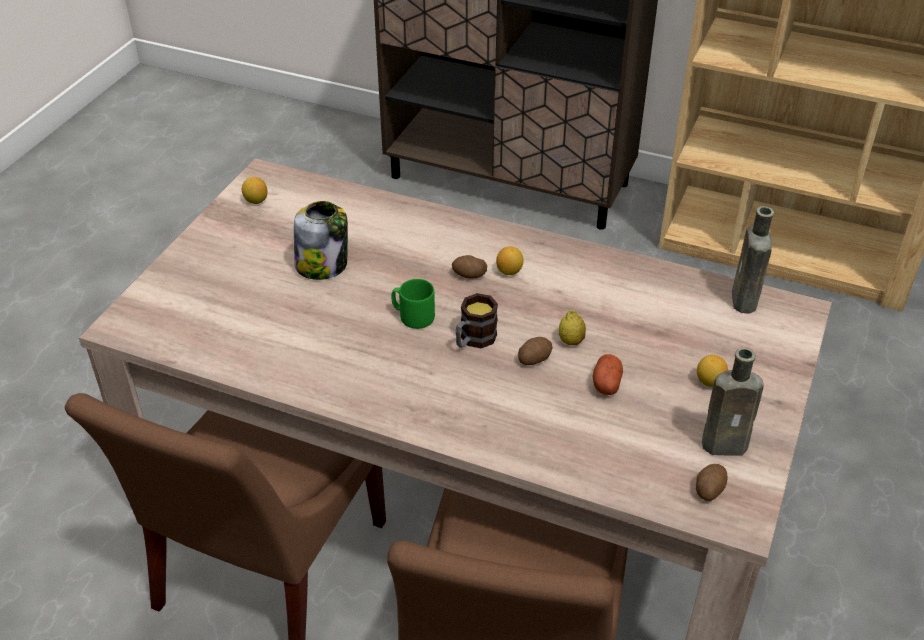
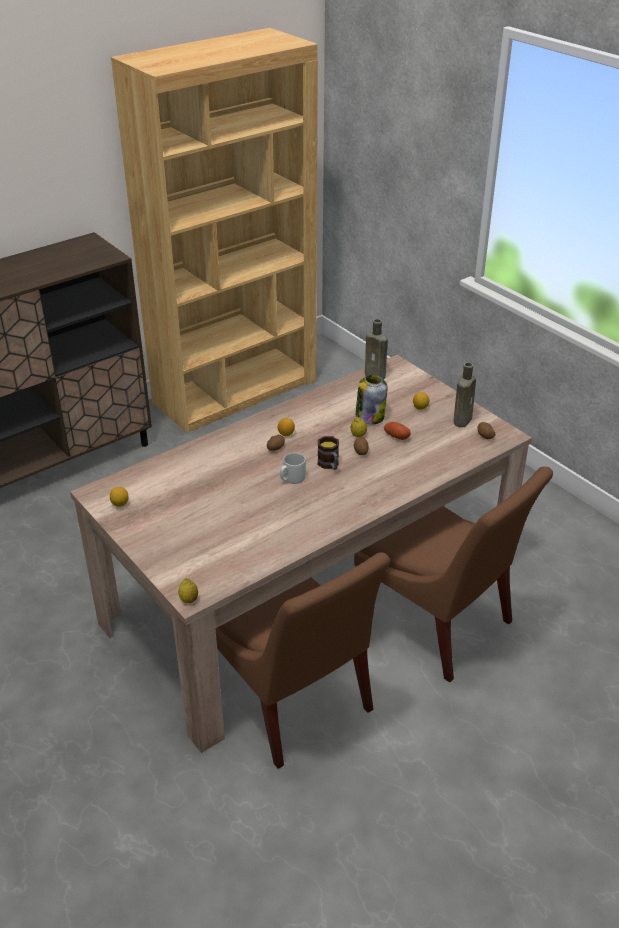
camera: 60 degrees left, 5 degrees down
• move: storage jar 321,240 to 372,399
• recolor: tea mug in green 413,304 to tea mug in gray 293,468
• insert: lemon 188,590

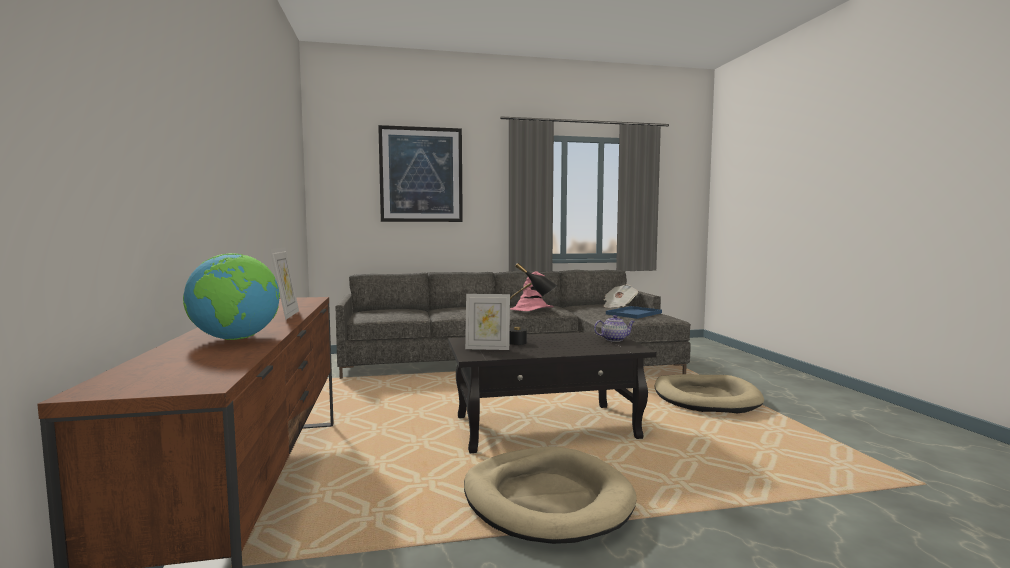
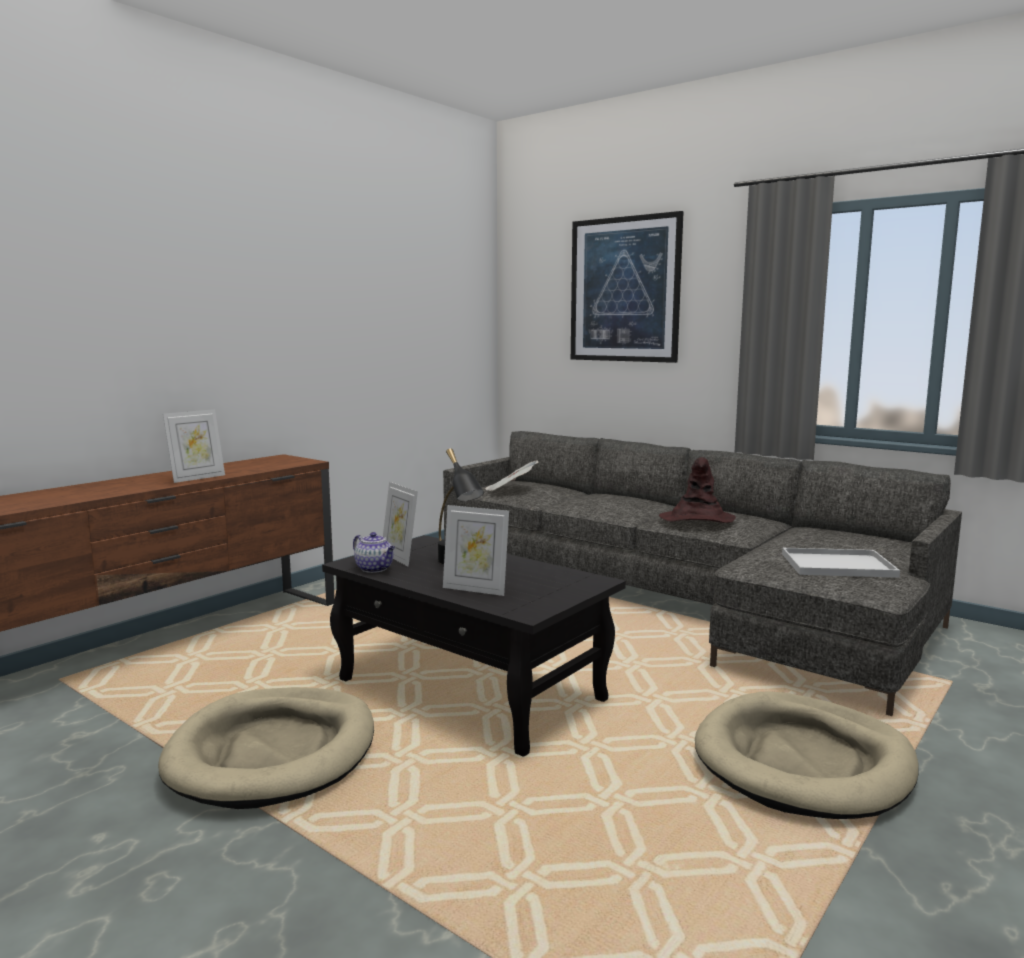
camera: 50 degrees right, 5 degrees up
• delete: globe 231,296
• recolor: hat in pink-coloured 532,291 to hat in brownish 697,490
• move: newspaper 621,296 to 512,475
• recolor: carrying tray in blue-coloured 634,312 to carrying tray in whitish 841,563
• move: pot for tea 614,328 to 374,552
• insert: standing frame 476,550

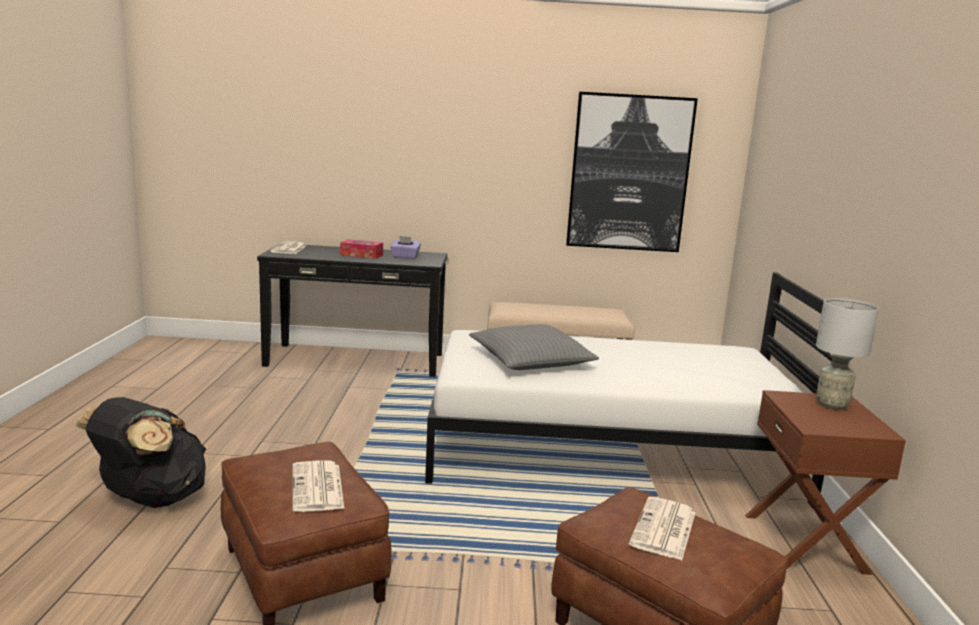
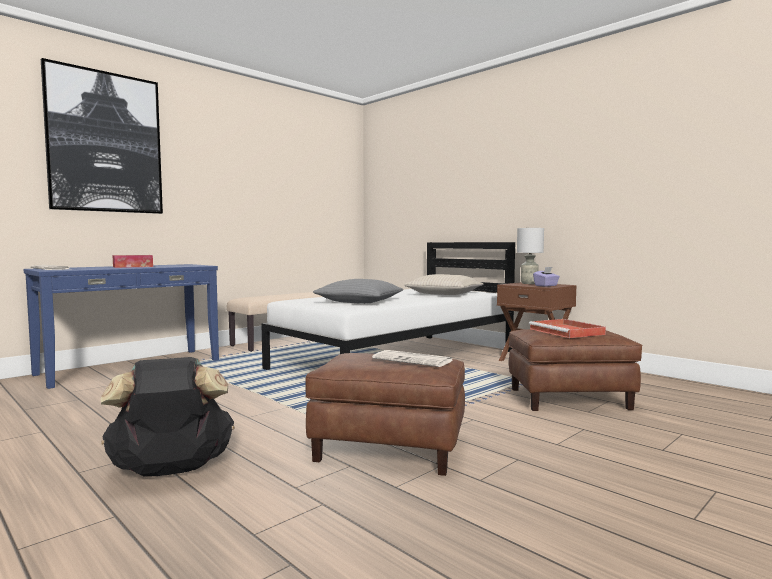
camera: 45 degrees left, 10 degrees down
• move: wall art 632,172 to 102,136
• move: tissue box in purple 405,247 to 546,277
• recolor: console table in black-coloured 352,310 to console table in blue-coloured 121,326
• replace: newspaper 662,528 to carrying tray in reddish 567,328
• insert: cushion in beige-coloured 443,284

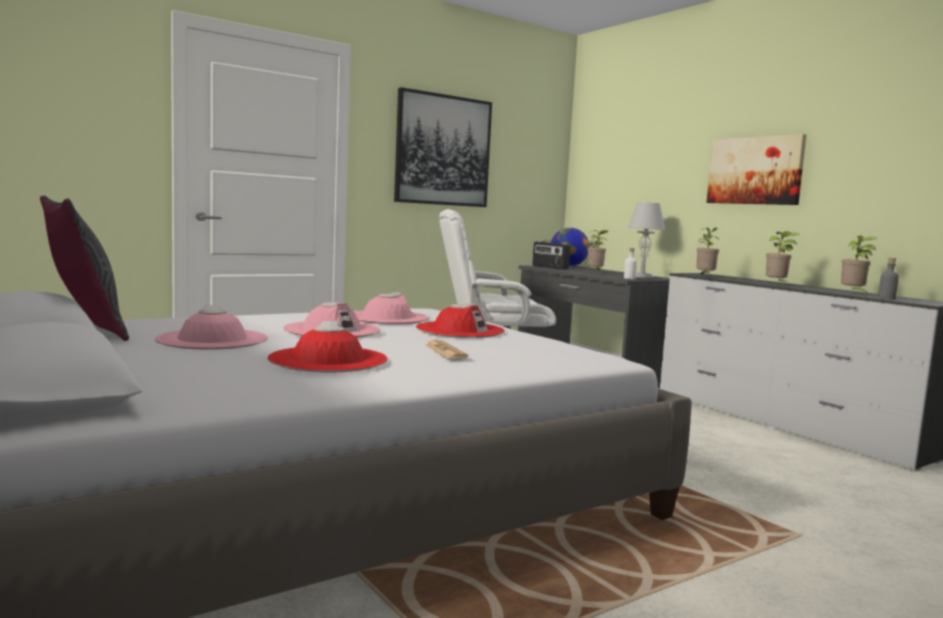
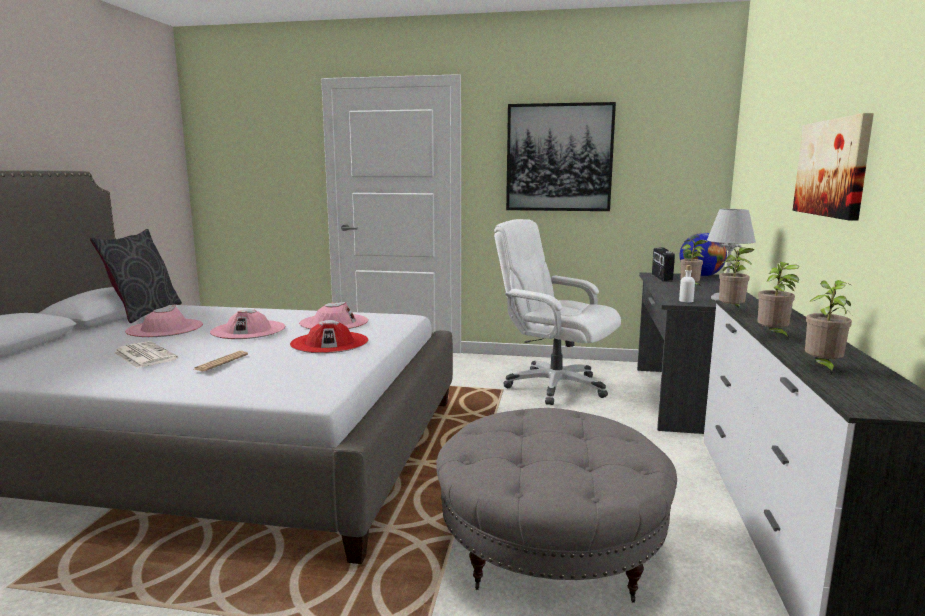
camera: 45 degrees right, 5 degrees up
• delete: drink bottle in gray 888,279
• replace: hat in reddish 328,346 to newspaper 145,354
• insert: ottoman in gray 556,505

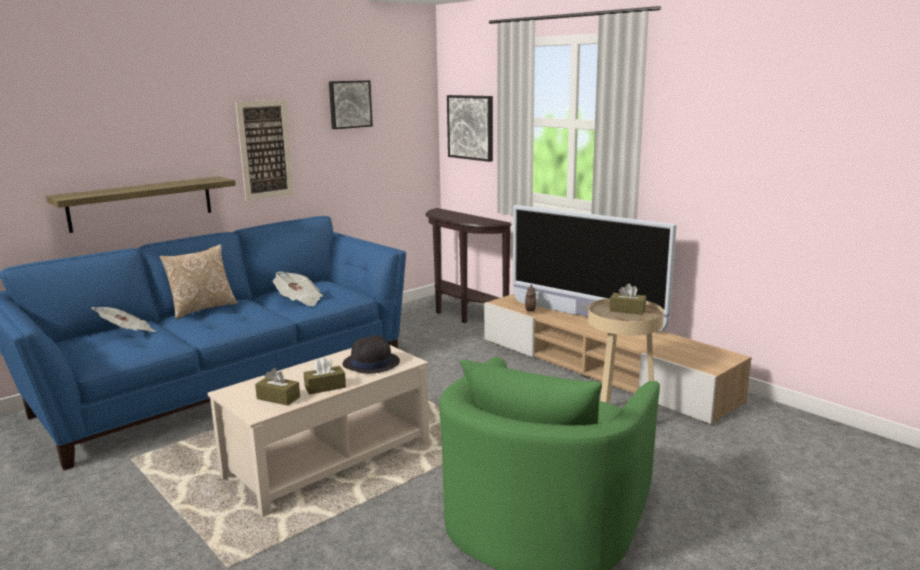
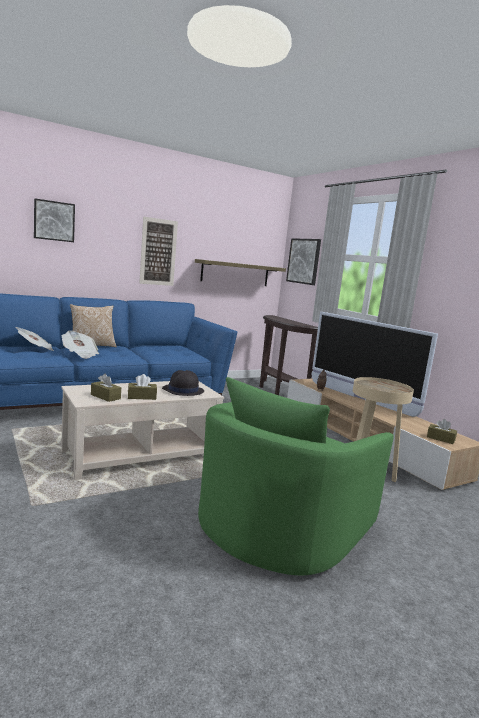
camera: 10 degrees right, 5 degrees down
• move: wall art 351,104 to 54,220
• move: shelf 141,204 to 240,272
• move: newspaper 298,289 to 80,345
• move: tissue box in brownish 628,299 to 442,431

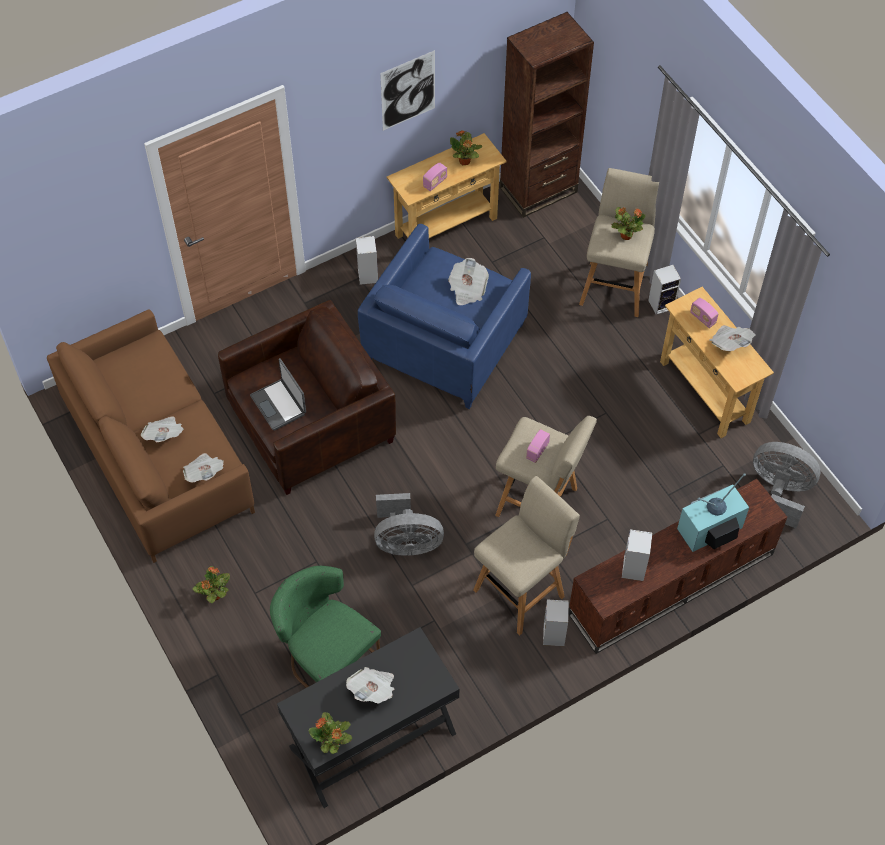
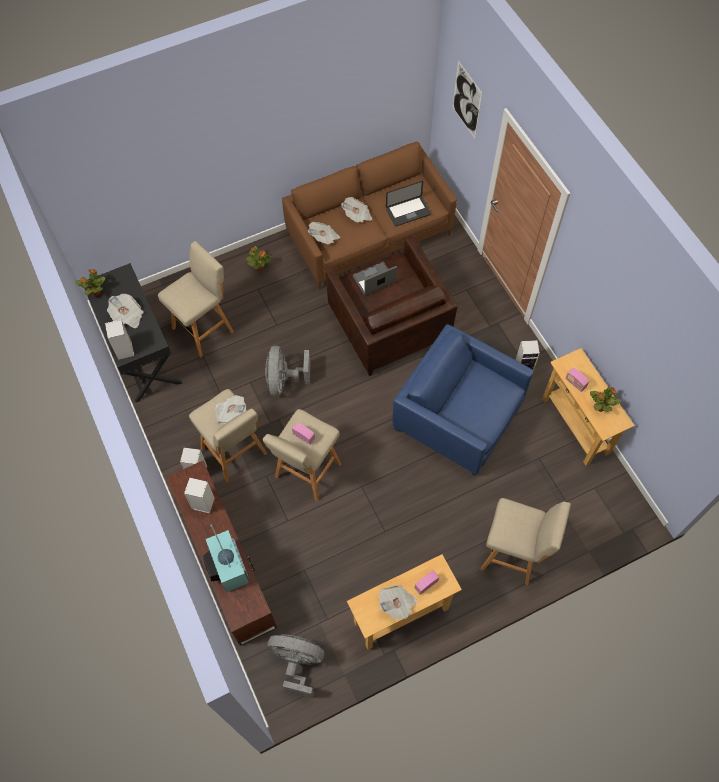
camera: 95 degrees right, 5 degrees up
• delete: shelving unit in brownish 547,115
• move: wall art 407,90 to 467,99
• delete: plant in a pot 628,223
• move: newspaper 468,281 to 230,409
• move: speaker 664,290 to 119,339
• rotate: electric fan in gray 786,485 = 296,666 105 degrees counterclockwise
• replace: plain chair in green 325,627 to stool in beige-coloured 196,299
• insert: portable computer 408,203

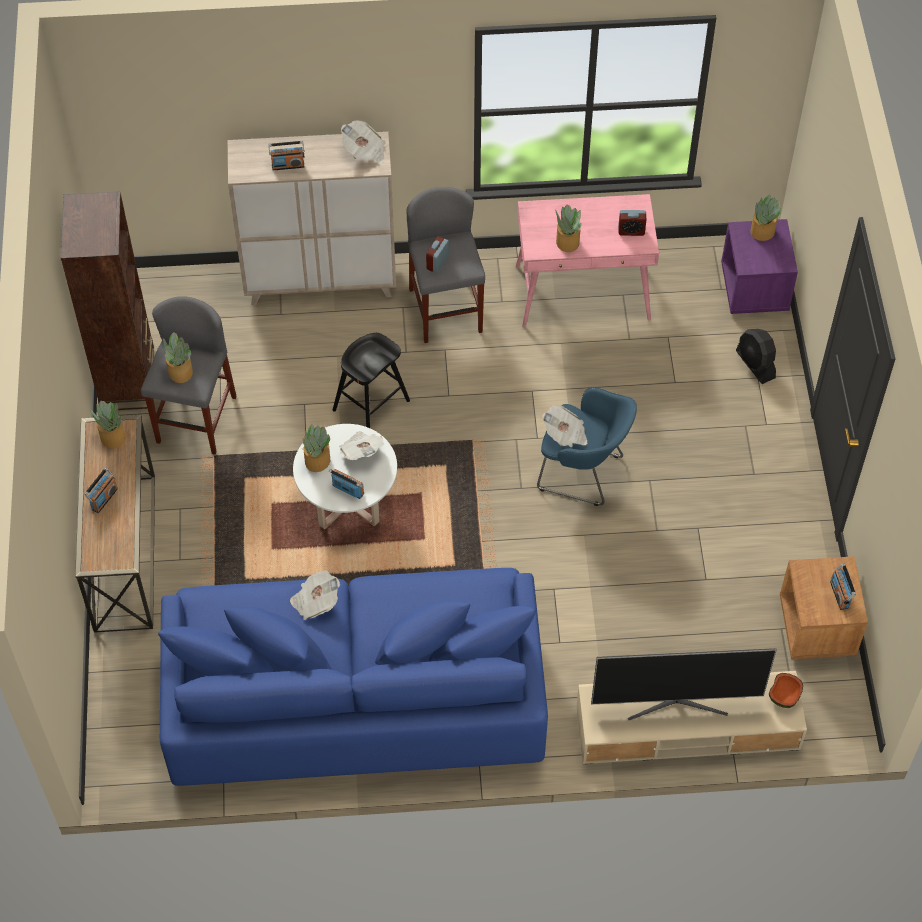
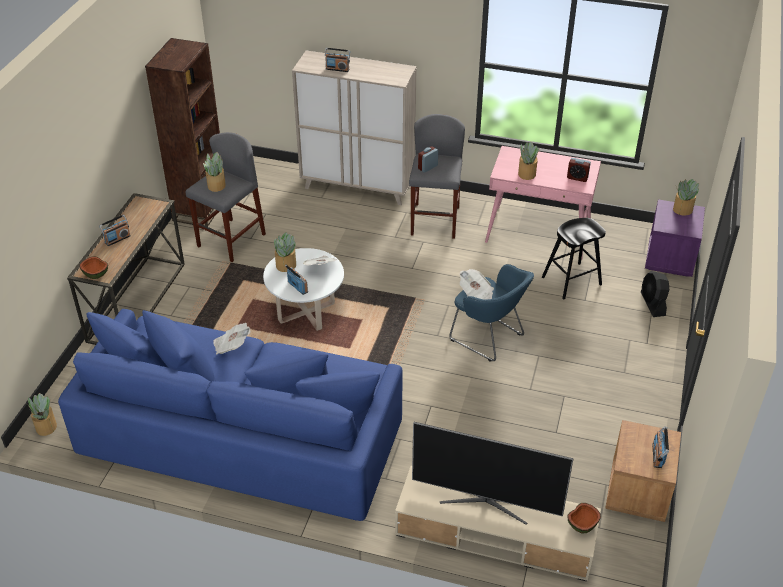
camera: 20 degrees right, 15 degrees down
• delete: newspaper 363,142
• move: stool in black-coloured 371,380 to 574,258
• move: plant in a pot 108,424 to 42,414
• insert: bowl 93,267

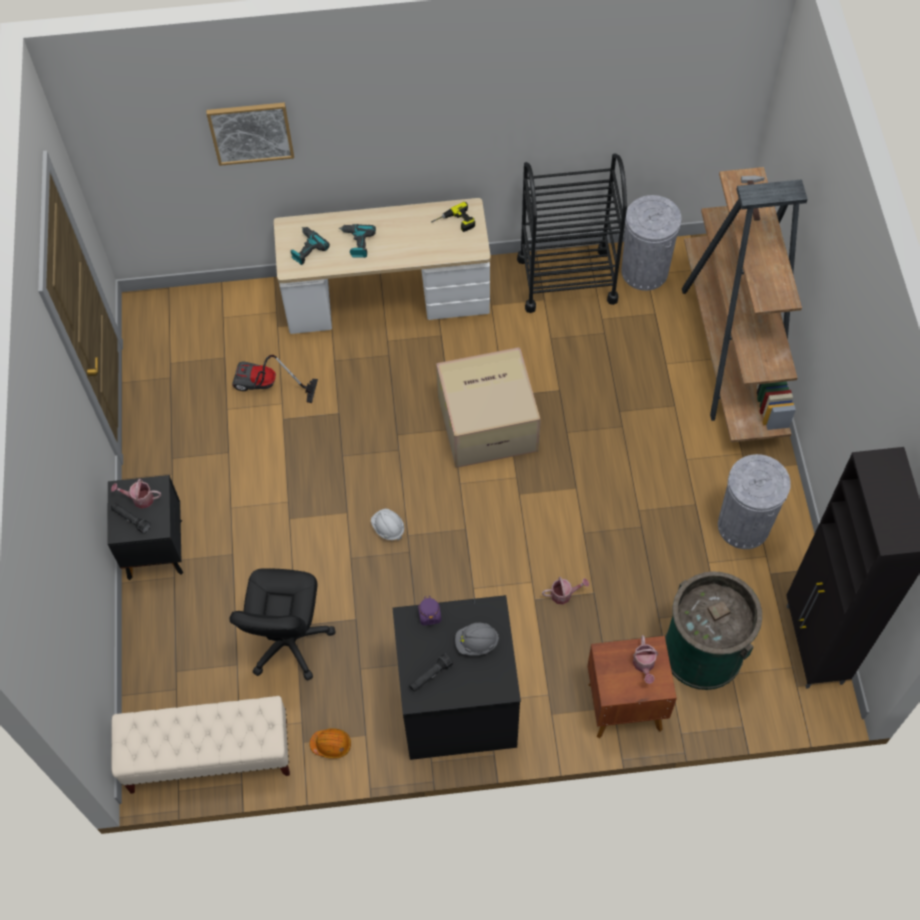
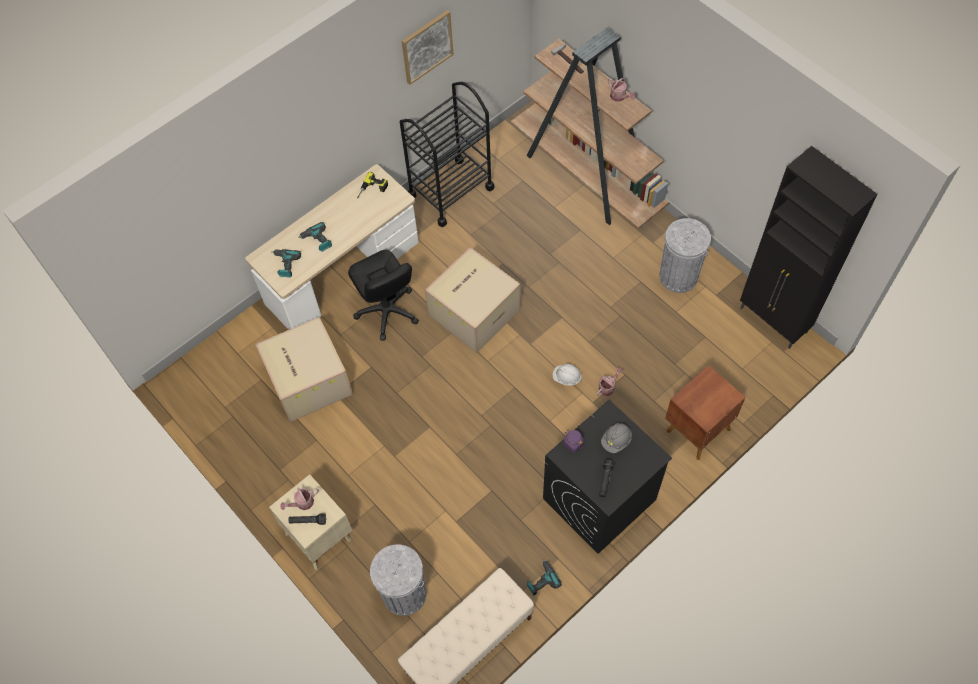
camera: 35 degrees left, 0 degrees up
• move: wall art 250,134 to 427,47
• move: waste bin in gray 651,243 to 398,580
• replace: vacuum cleaner 275,379 to cardboard box 304,369
• recolor: nightstand in black-coloured 145,527 to nightstand in beige-coloured 310,522
• move: safety helmet in whitish 387,525 to 567,375
• move: office chair in black-coloured 282,624 to 383,295
• delete: waste bin in green 713,630
• move: sprinkling can 645,659 to 621,90
• replace: safety helmet in orangey 330,743 to power drill 544,577

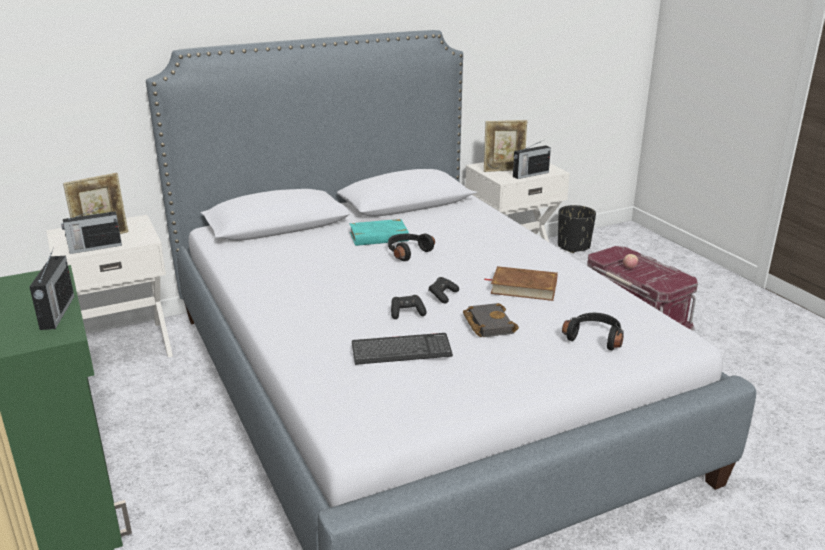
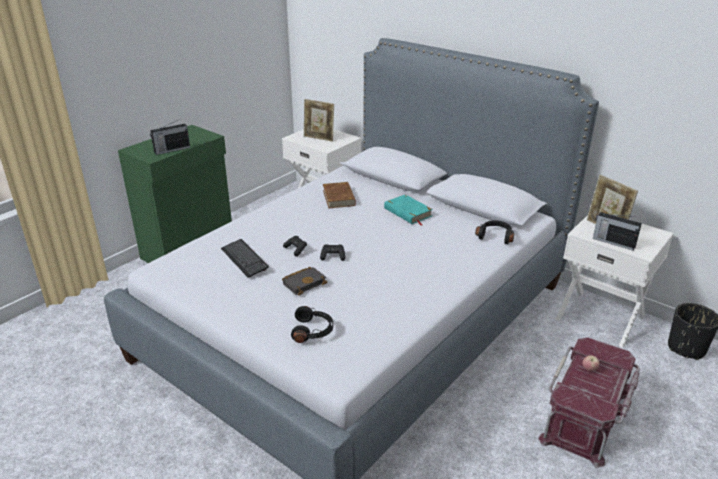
camera: 65 degrees right, 5 degrees up
• delete: radio set 91,229
• move: headset in black-coloured 411,247 to 494,232
• move: bound book in brownish 521,283 to 339,195

